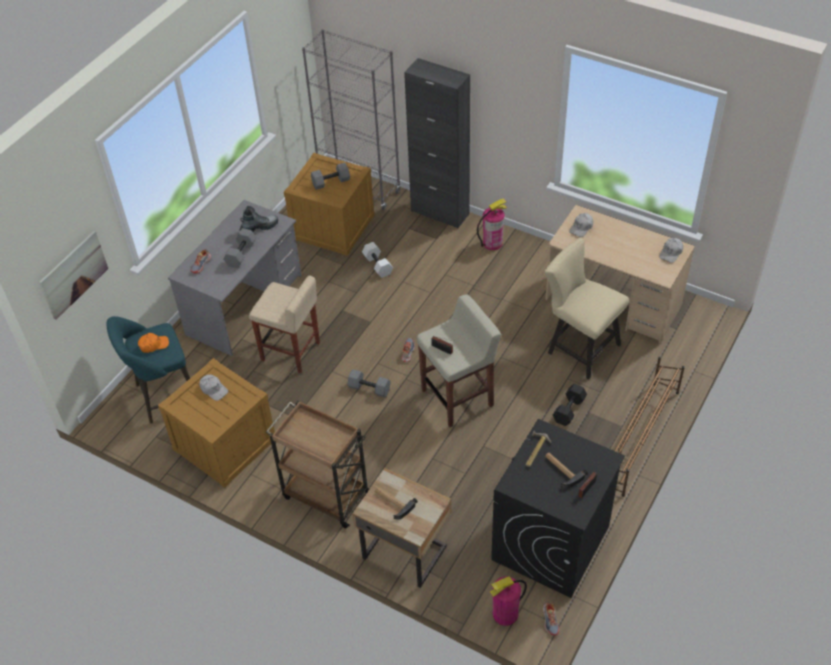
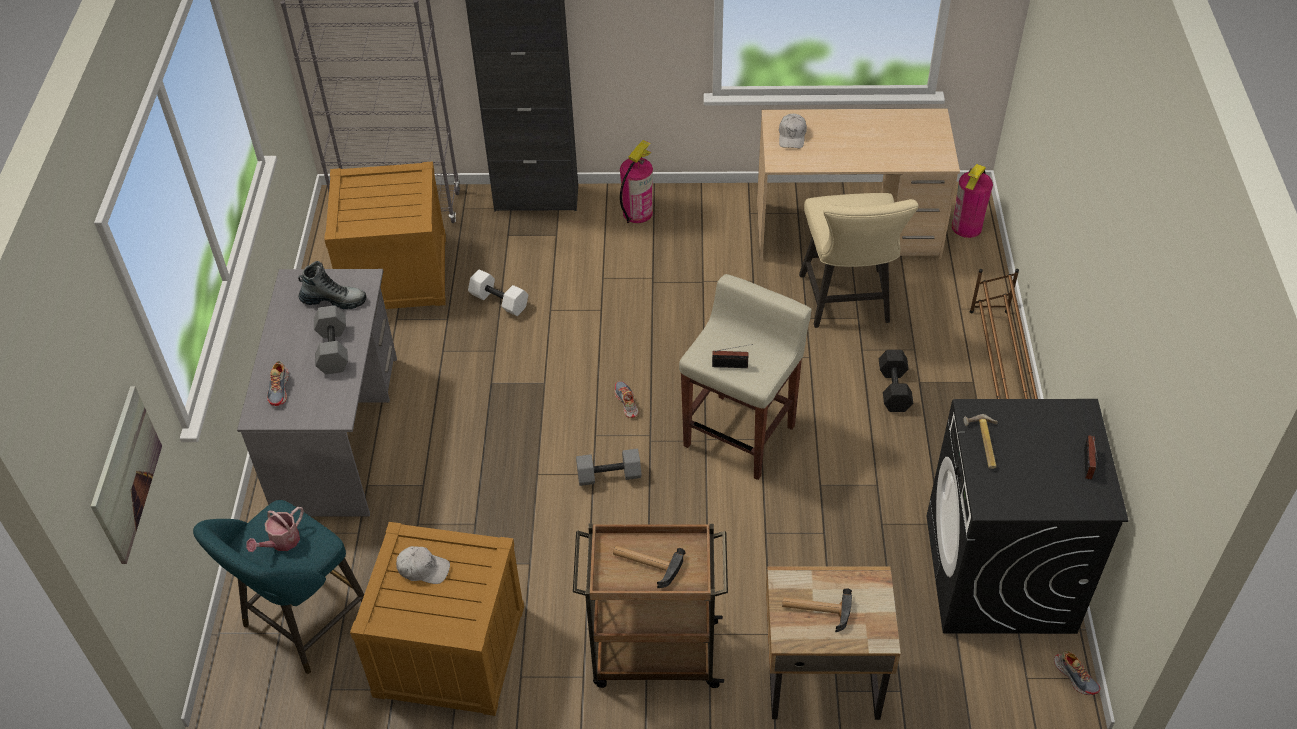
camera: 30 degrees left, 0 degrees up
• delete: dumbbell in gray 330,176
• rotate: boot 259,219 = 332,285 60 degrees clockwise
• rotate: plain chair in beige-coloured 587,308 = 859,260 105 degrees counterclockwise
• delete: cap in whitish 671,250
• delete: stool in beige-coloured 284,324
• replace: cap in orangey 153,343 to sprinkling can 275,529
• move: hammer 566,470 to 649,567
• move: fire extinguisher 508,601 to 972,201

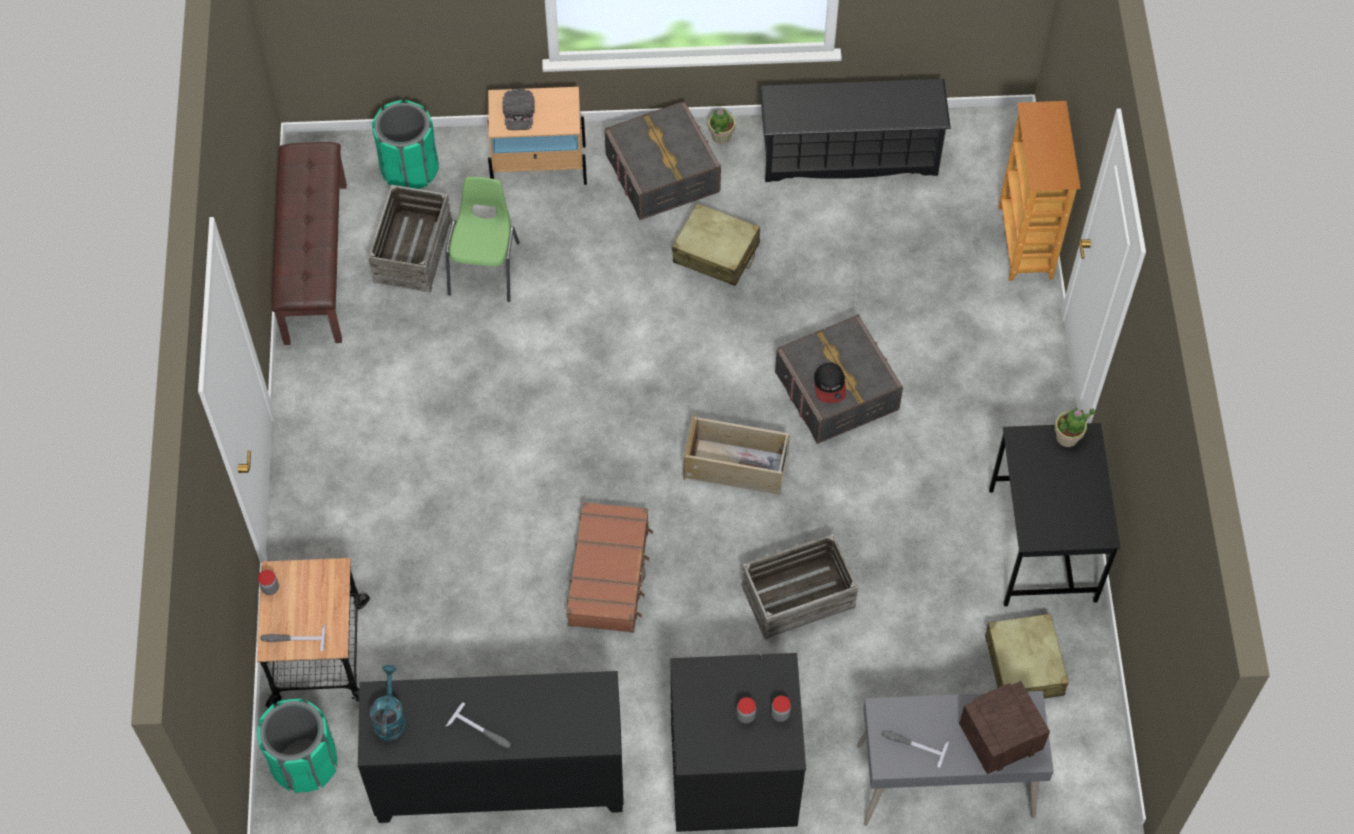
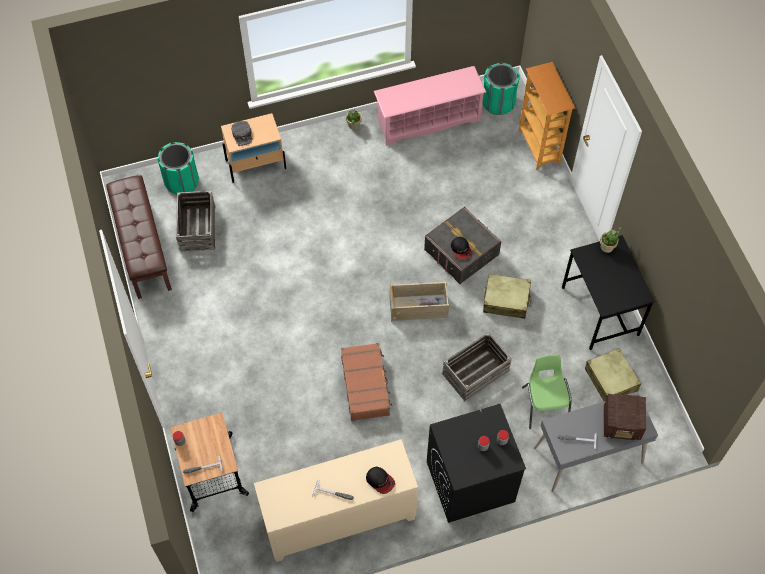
camera: 15 degrees left, 0 degrees up
• recolor: shoe shelf in black-coloured 855,130 to shoe shelf in pink-coloured 430,105
• delete: storage box in gray 663,160
• move: plain chair in green 483,239 to 547,392
• move: suitcase in beige-coloured 716,244 to 507,296
• delete: sprinkling can in blue-green 388,703
• recolor: cabinet in black-coloured 491,747 to cabinet in beige-coloured 336,500
• rotate: radio set 1004,727 = 625,416 135 degrees counterclockwise
• move: waste bin in green 297,746 to 501,89
• insert: cap 380,480

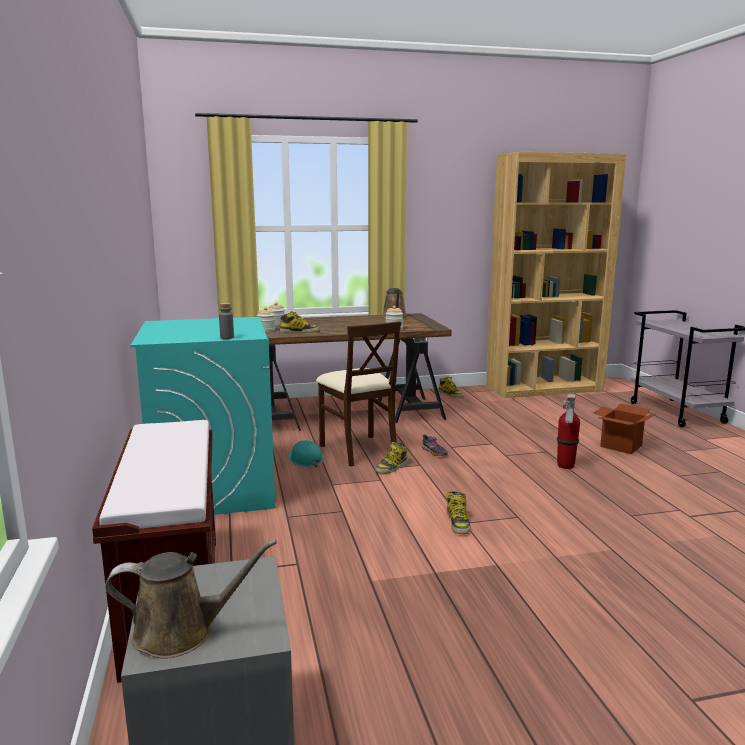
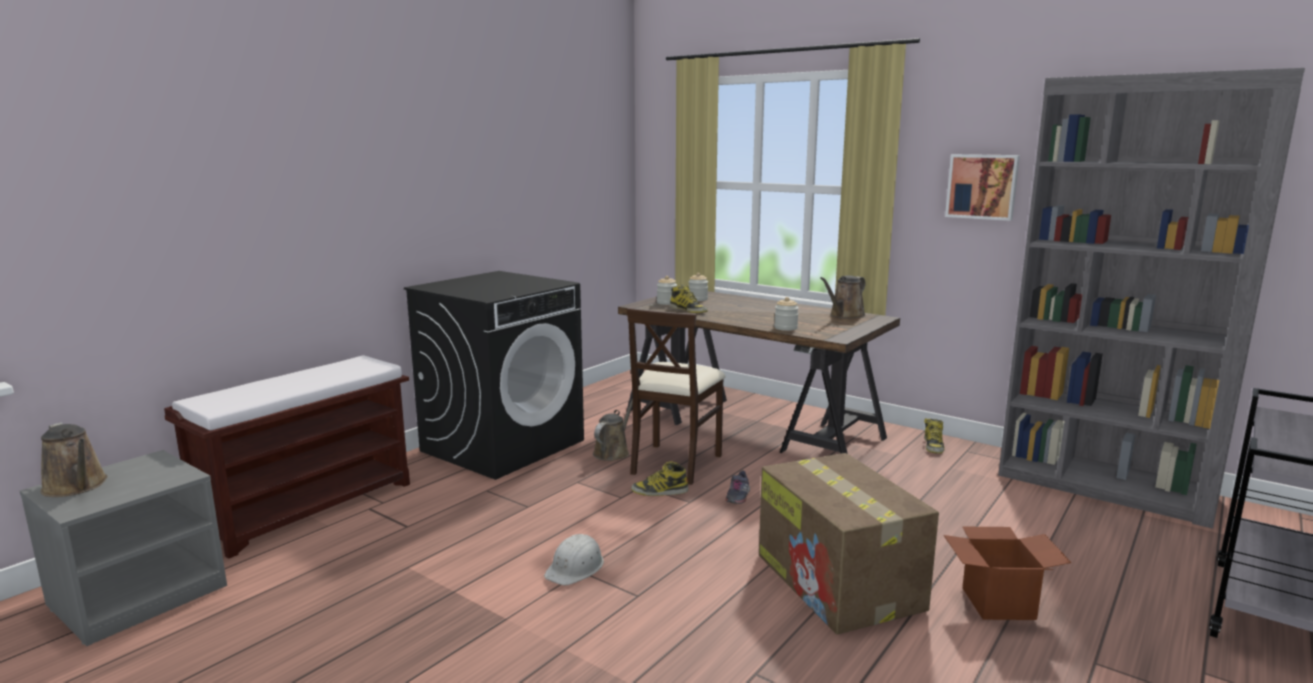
camera: 50 degrees right, 0 degrees up
• recolor: shelving unit in brownish 556,275 to shelving unit in gray 1151,298
• delete: drink bottle in gray 226,321
• recolor: laundry machine in blue-green 203,416 to laundry machine in black-coloured 494,375
• replace: fire extinguisher 568,431 to cardboard box 849,543
• replace: safety helmet in blue-green 306,453 to sprinkling can in brownish 613,429
• replace: boot 458,512 to safety helmet in whitish 574,559
• insert: wall art 982,187

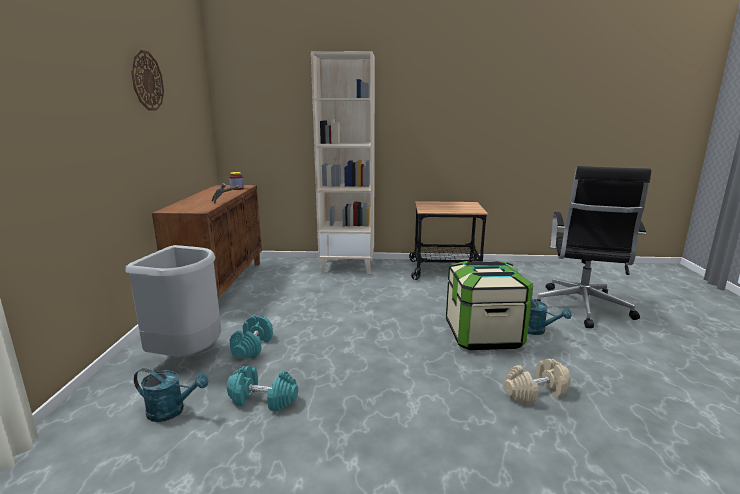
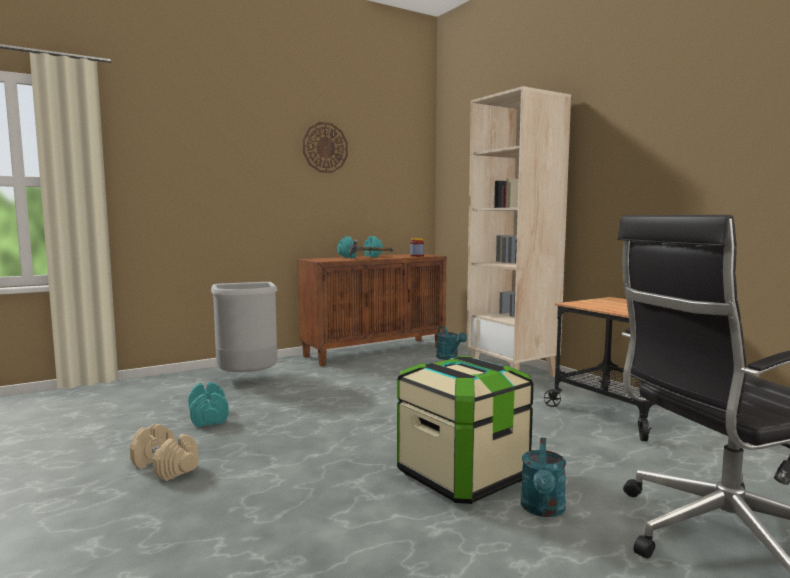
camera: 55 degrees right, 10 degrees down
• move: dumbbell in blue-green 251,336 to 360,247
• move: dumbbell in beige-coloured 537,382 to 164,452
• move: sprinkling can in blue-green 171,395 to 451,343

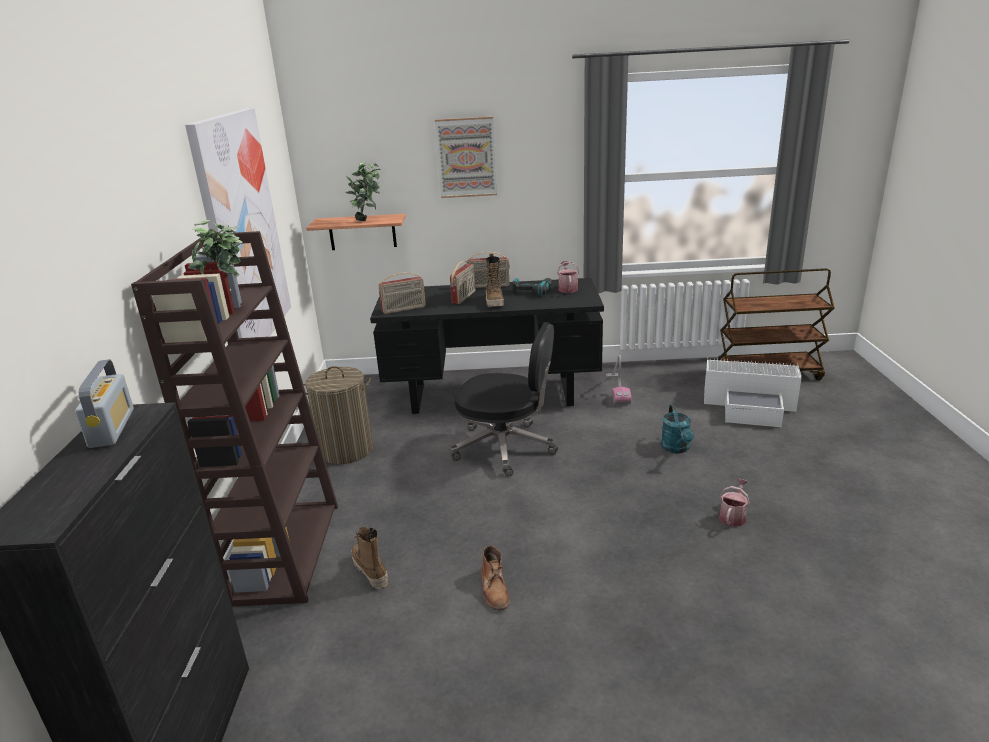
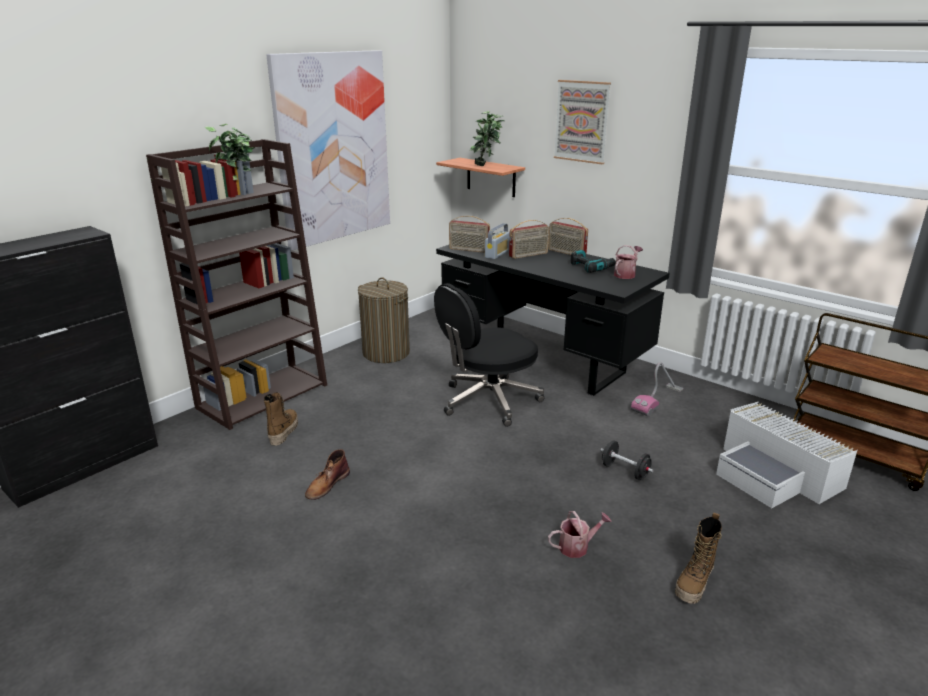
camera: 40 degrees right, 0 degrees up
• move: boot 495,280 to 698,558
• rotate: office chair in black-coloured 504,399 = 489,355 90 degrees clockwise
• move: radio set 104,403 to 497,241
• replace: sprinkling can in blue-green 677,429 to dumbbell in black-coloured 627,460

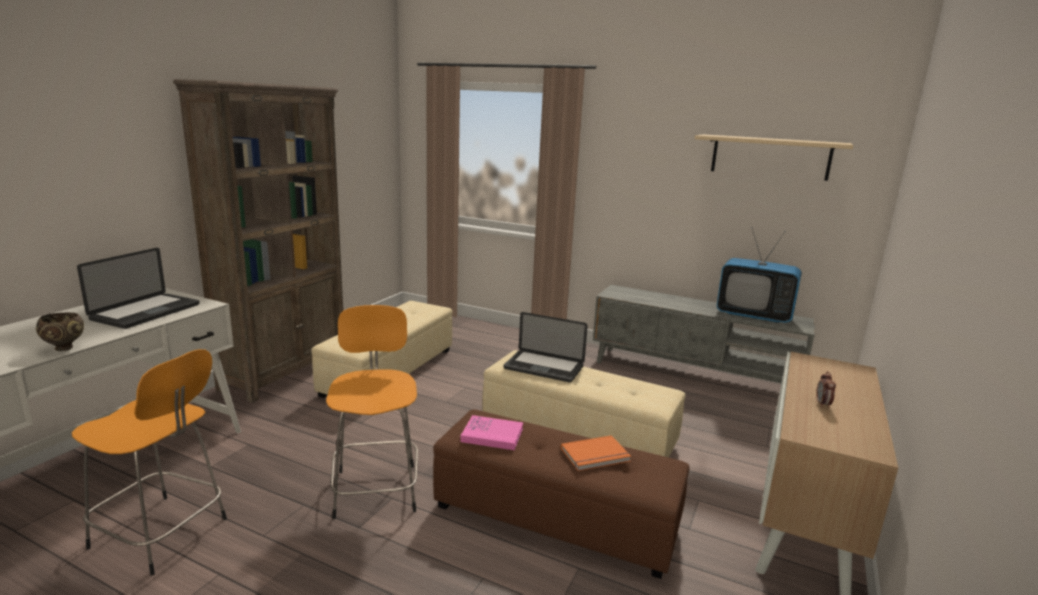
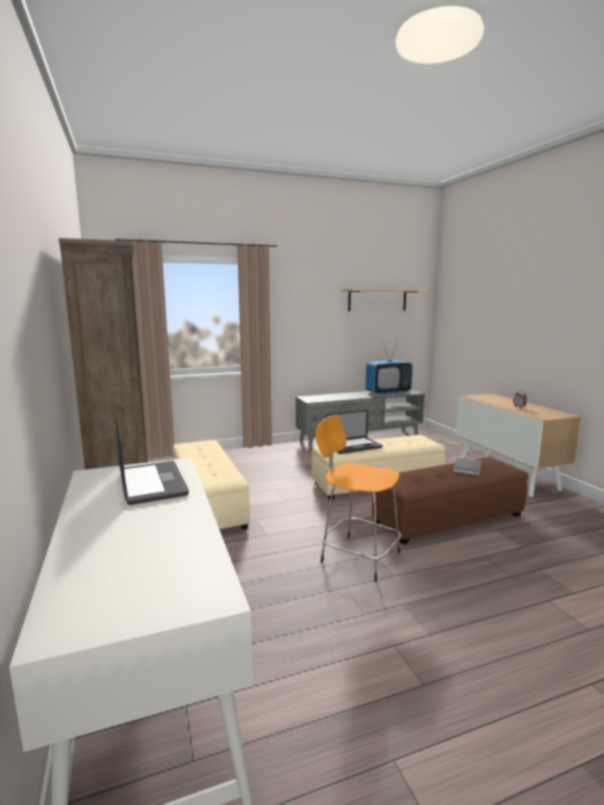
camera: 45 degrees left, 5 degrees down
• delete: bowl in brownish 60,332
• delete: stool in orangey 149,462
• delete: bound book in pink-coloured 492,432
• recolor: bound book in orangey 596,453 to bound book in gray 467,467

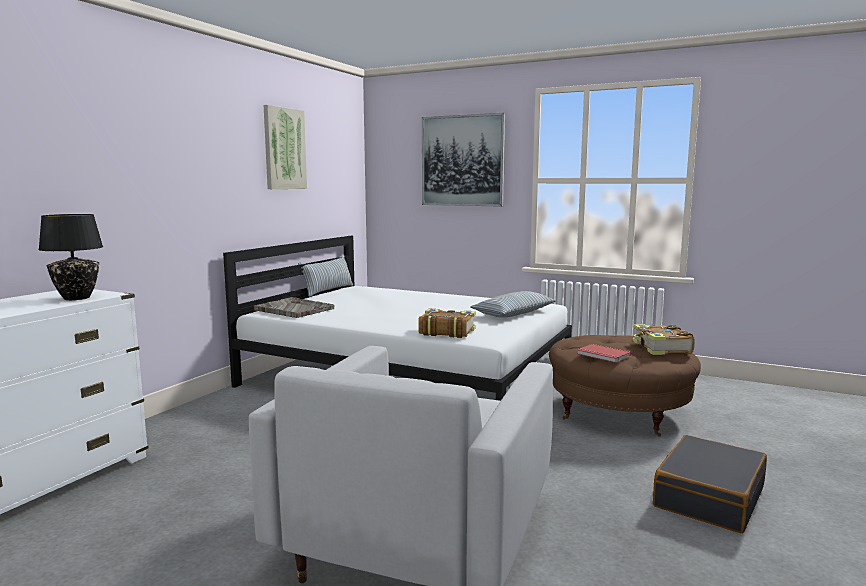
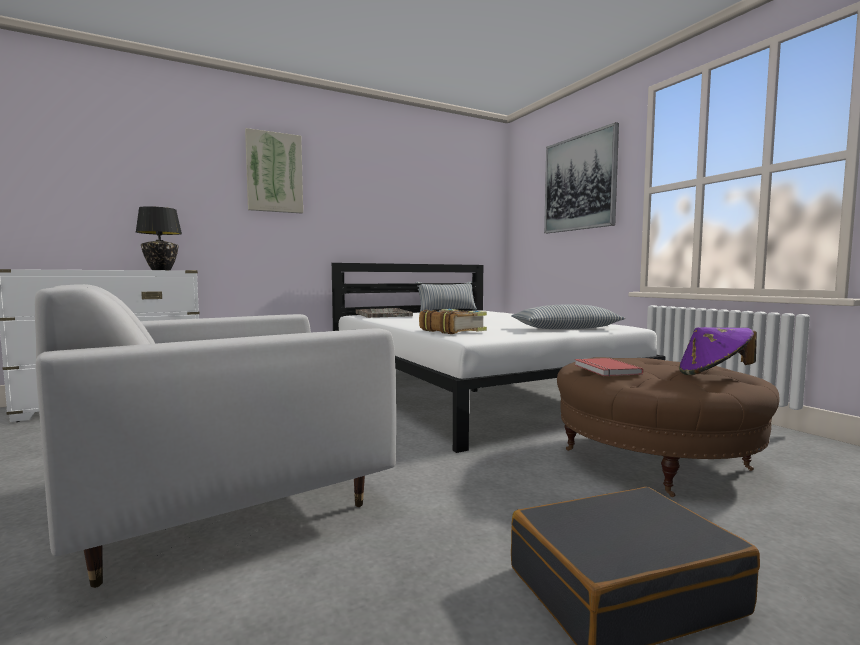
camera: 35 degrees right, 5 degrees down
• move: wall art 285,147 to 274,171
• replace: bound book 664,339 to hat in purple 718,351

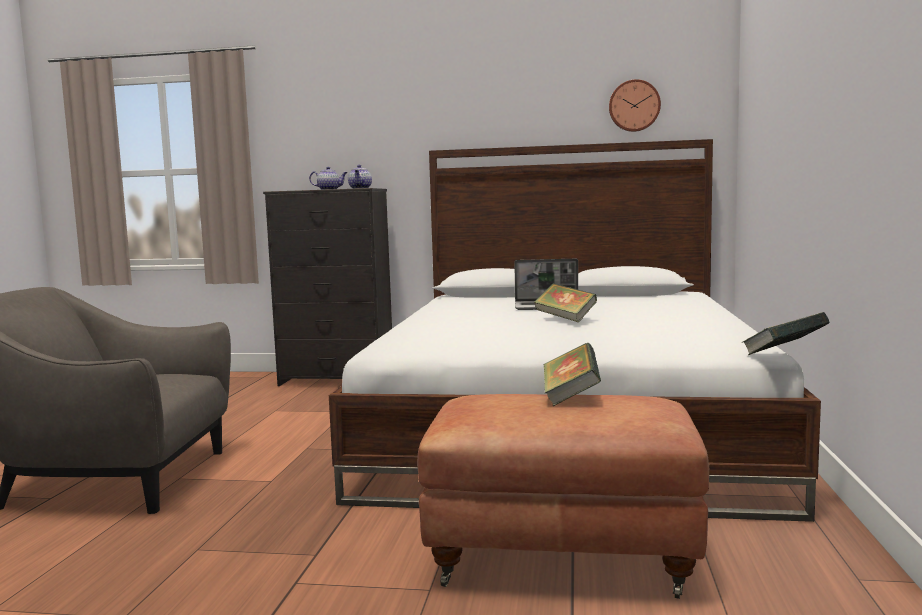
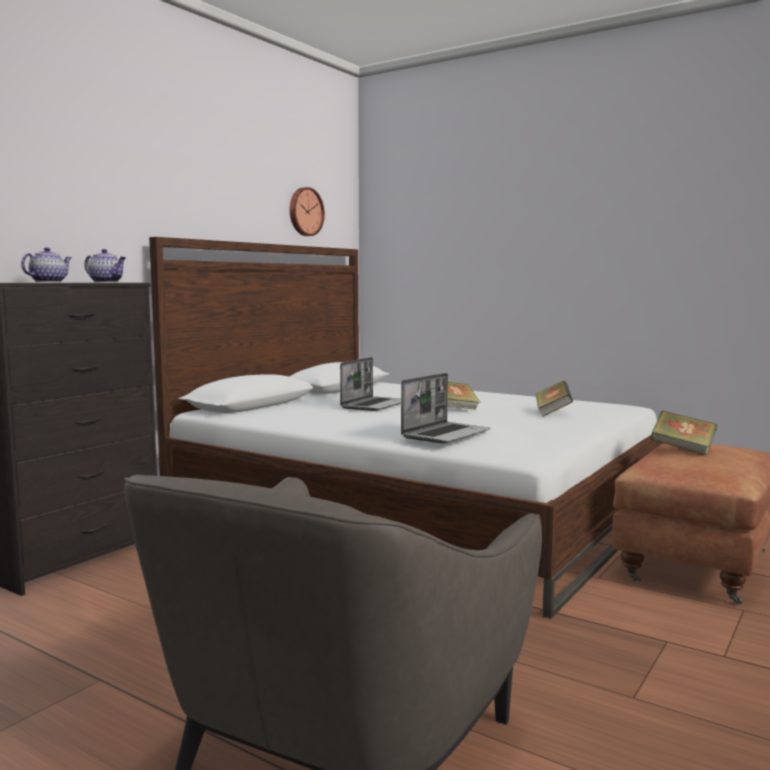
camera: 65 degrees left, 0 degrees up
• move: bound book 786,333 to 554,398
• insert: portable computer 445,408

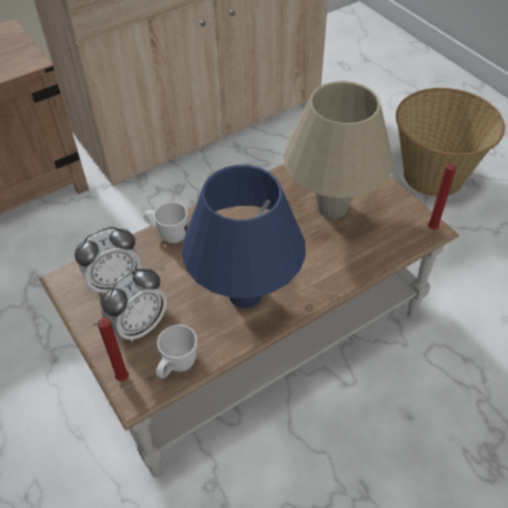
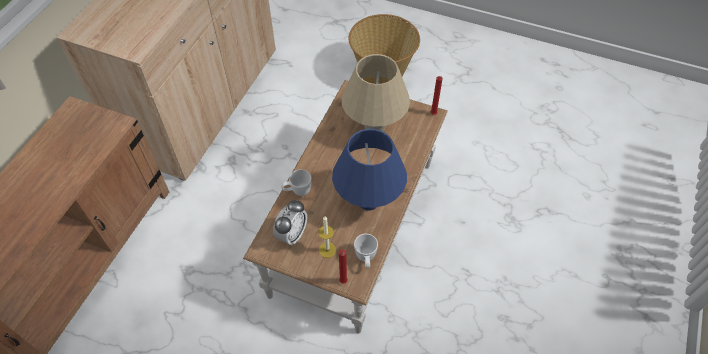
camera: 35 degrees left, 5 degrees up
• replace: bedside clock 134,305 to wax candle 327,237

